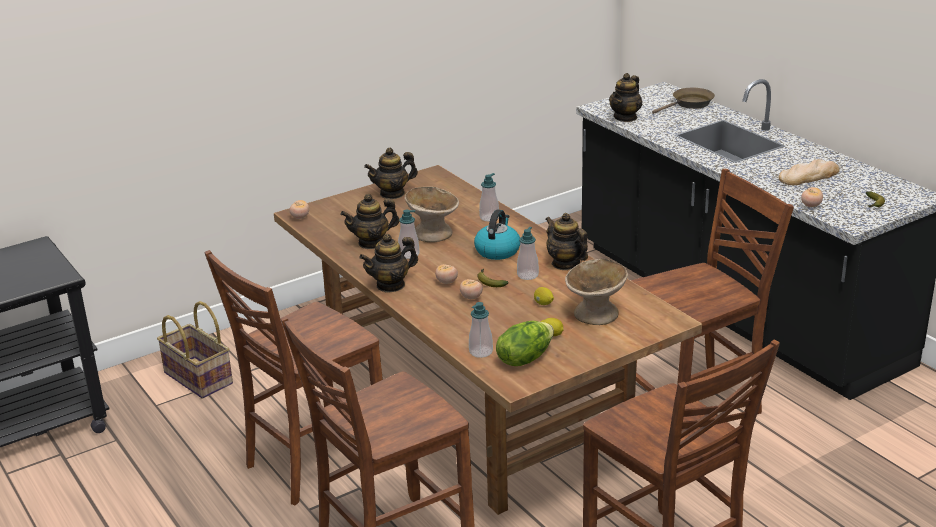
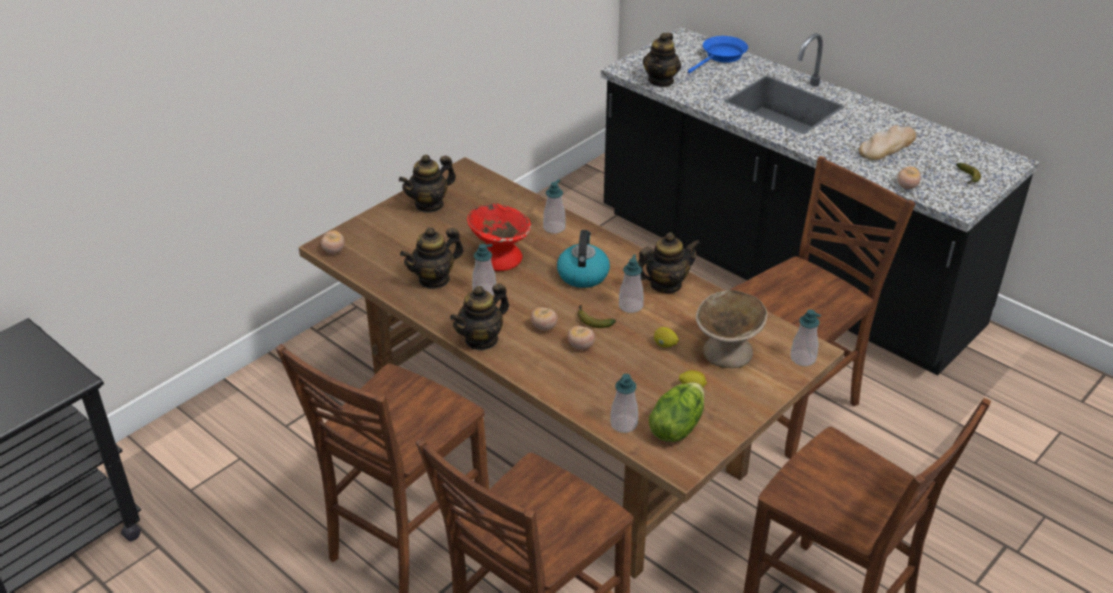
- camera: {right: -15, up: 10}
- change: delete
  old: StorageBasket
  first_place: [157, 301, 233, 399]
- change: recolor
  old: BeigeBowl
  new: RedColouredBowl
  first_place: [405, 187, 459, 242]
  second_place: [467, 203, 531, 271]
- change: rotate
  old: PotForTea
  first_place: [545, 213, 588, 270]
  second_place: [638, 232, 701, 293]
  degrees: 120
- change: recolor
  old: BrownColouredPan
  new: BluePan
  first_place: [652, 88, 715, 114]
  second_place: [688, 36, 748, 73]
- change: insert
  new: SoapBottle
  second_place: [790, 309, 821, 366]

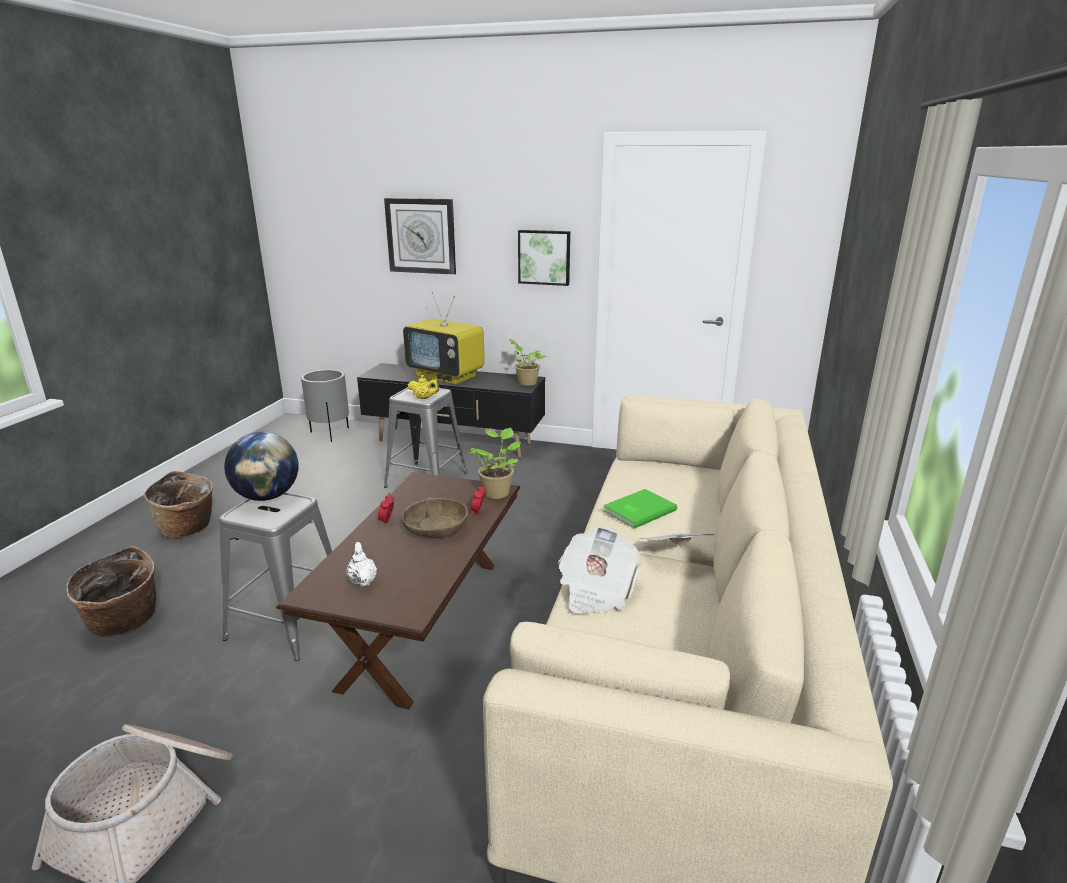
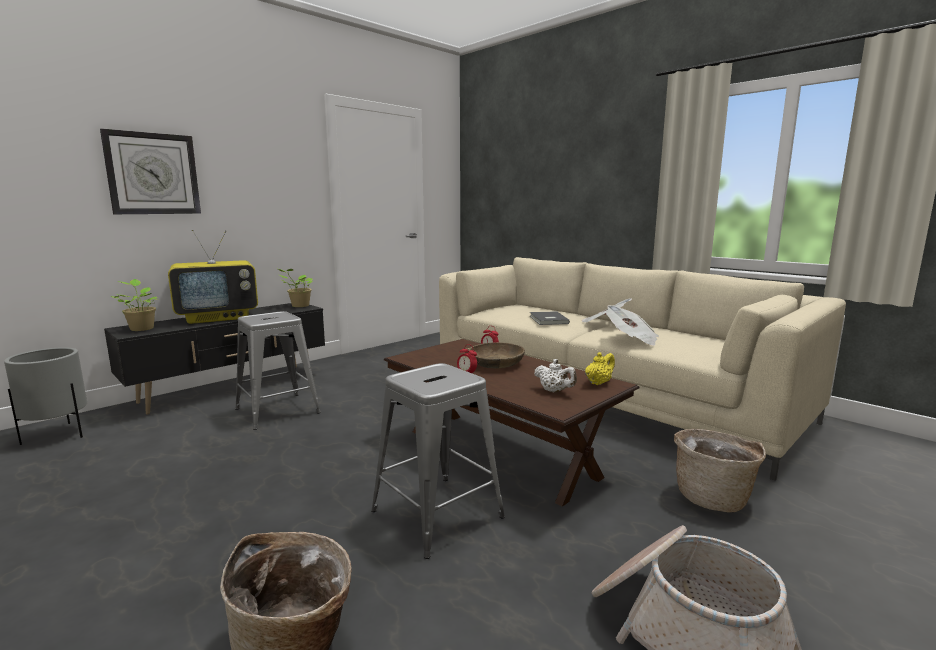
- camera: {right: -60, up: -10}
- change: move
  old: StorageBasket
  first_place: [144, 471, 213, 539]
  second_place: [674, 429, 766, 513]
- change: delete
  old: Globe
  first_place: [224, 432, 299, 501]
- change: rotate
  old: WhiteColouredPotForTea
  first_place: [346, 542, 377, 587]
  second_place: [534, 359, 577, 392]
  degrees: -150
- change: move
  old: YellowPotForTea
  first_place: [408, 375, 439, 399]
  second_place: [585, 352, 615, 385]
- change: move
  old: PottedPlant
  first_place: [469, 427, 521, 499]
  second_place: [111, 279, 157, 331]
- change: delete
  old: Picture
  first_place: [518, 230, 570, 286]
- change: recolor
  old: GreenColouredBoundBook
  new: GreyishBoundBook
  first_place: [603, 489, 677, 529]
  second_place: [530, 311, 570, 325]

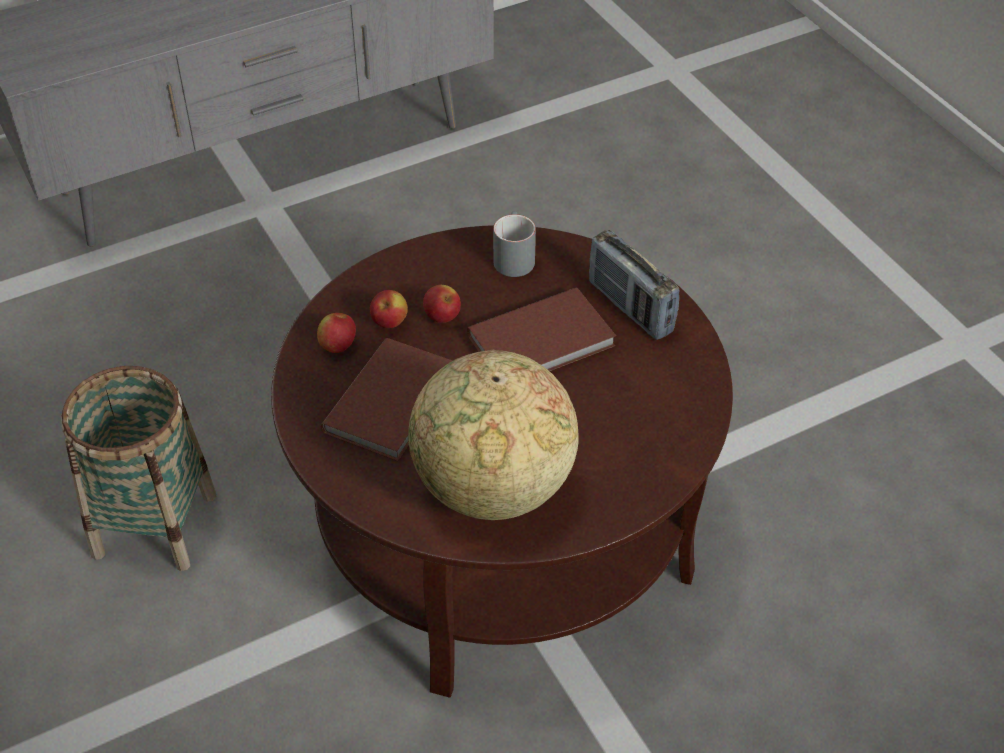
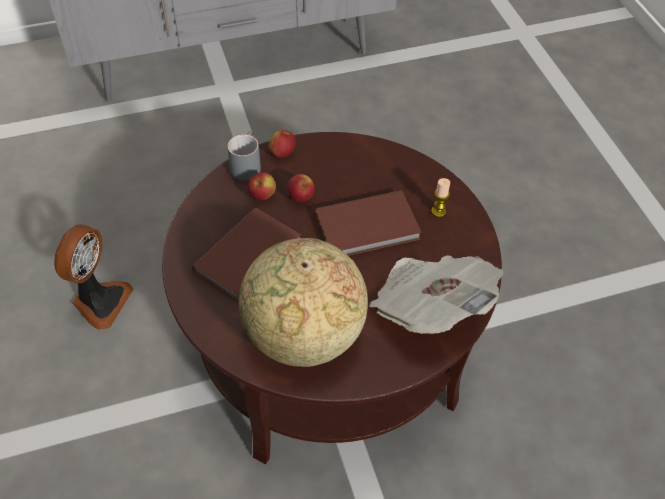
- camera: {right: 10, up: 5}
- change: replace
  old: StorageBasket
  new: CoolingFan
  first_place: [61, 366, 216, 571]
  second_place: [54, 224, 134, 330]
- change: move
  old: Apple
  first_place: [317, 313, 356, 353]
  second_place: [269, 130, 296, 158]
- change: move
  old: GreyishMug
  first_place: [493, 211, 536, 277]
  second_place: [227, 132, 261, 180]
- change: replace
  old: RadioSet
  new: WaxLight
  first_place: [589, 230, 679, 340]
  second_place: [431, 178, 450, 217]
- change: insert
  new: Newspaper
  second_place: [369, 255, 504, 334]

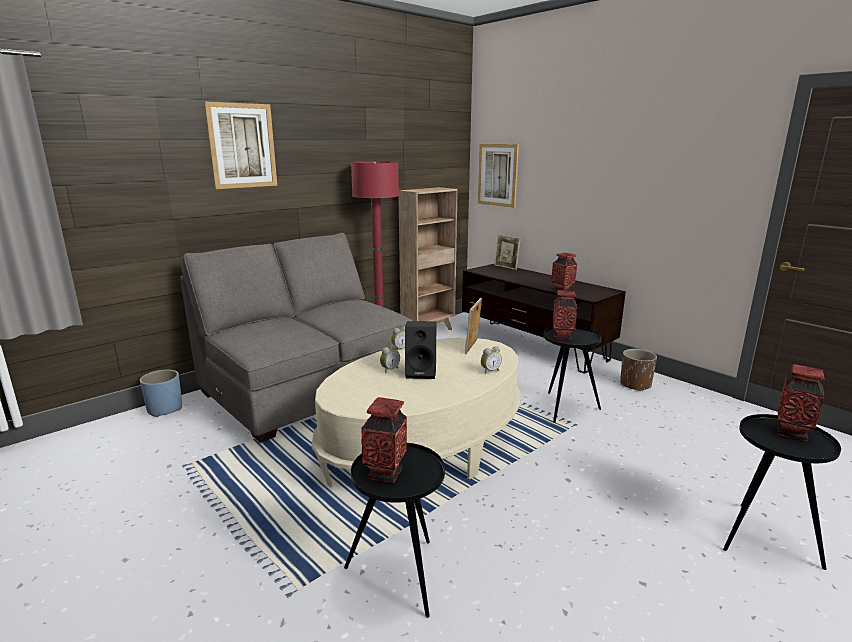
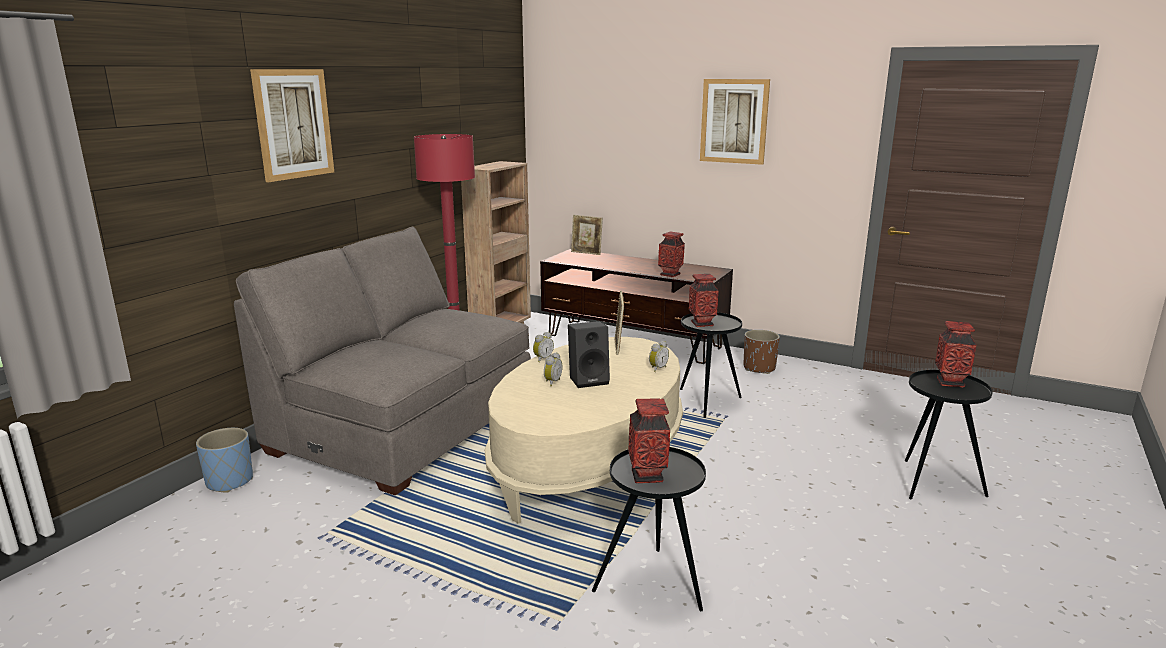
- camera: {right: -20, up: 0}
- change: move
  old: Picture
  first_place: [478, 144, 519, 208]
  second_place: [700, 79, 770, 165]

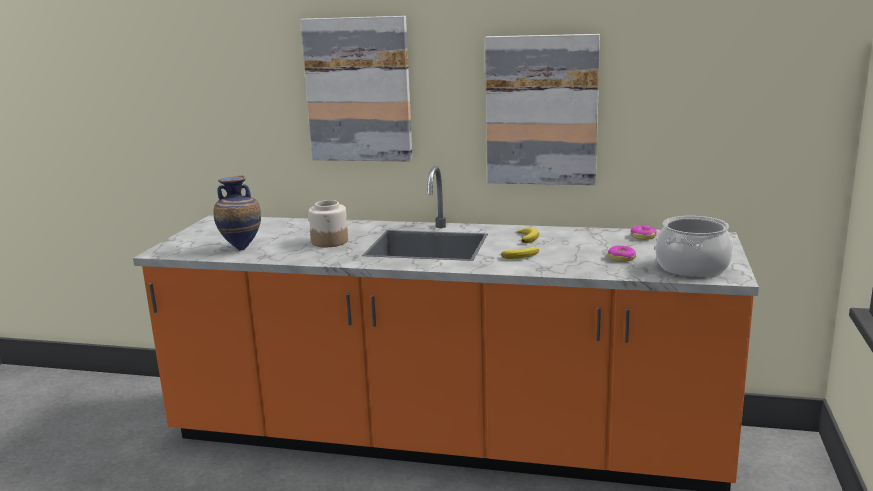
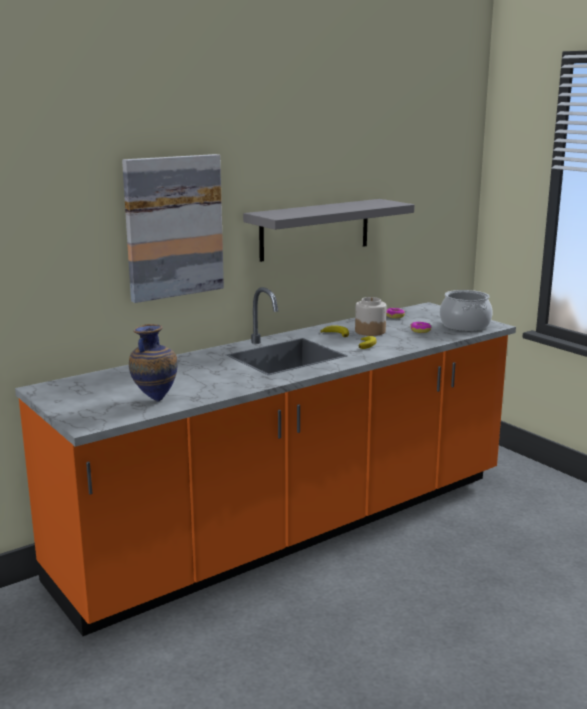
- camera: {right: -50, up: 0}
- change: move
  old: StorageJar
  first_place: [309, 200, 348, 247]
  second_place: [355, 297, 387, 336]
- change: replace
  old: Picture
  new: GreyishShelf
  first_place: [485, 34, 600, 185]
  second_place: [243, 199, 415, 262]

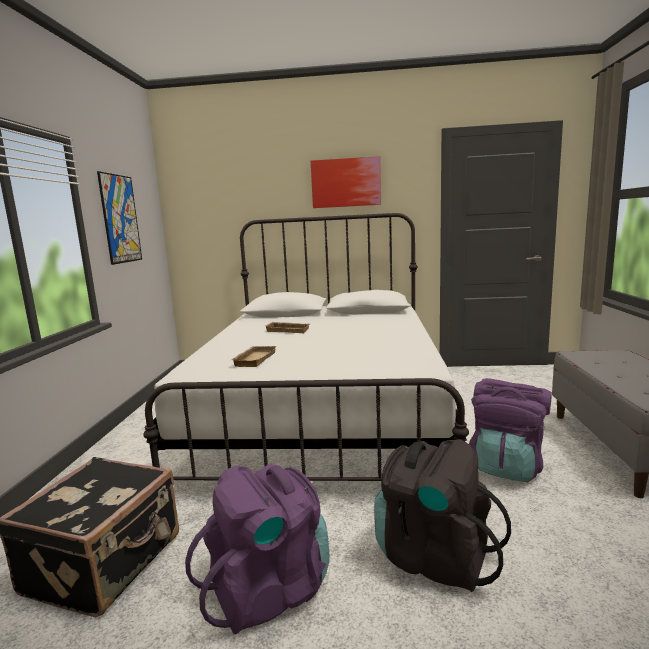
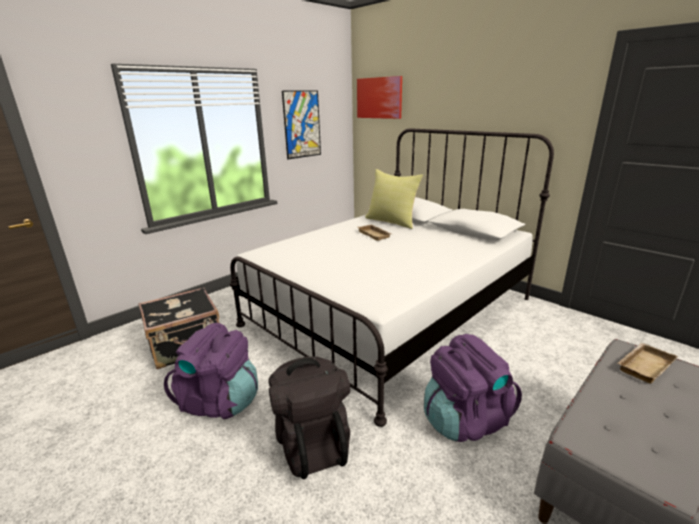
- camera: {right: 40, up: 10}
- change: move
  old: BeigeTray
  first_place: [232, 346, 276, 367]
  second_place: [618, 343, 678, 384]
- change: move
  old: Picture
  first_place: [311, 156, 381, 208]
  second_place: [357, 76, 402, 119]
- change: insert
  new: YellowCushion
  second_place: [365, 169, 423, 229]

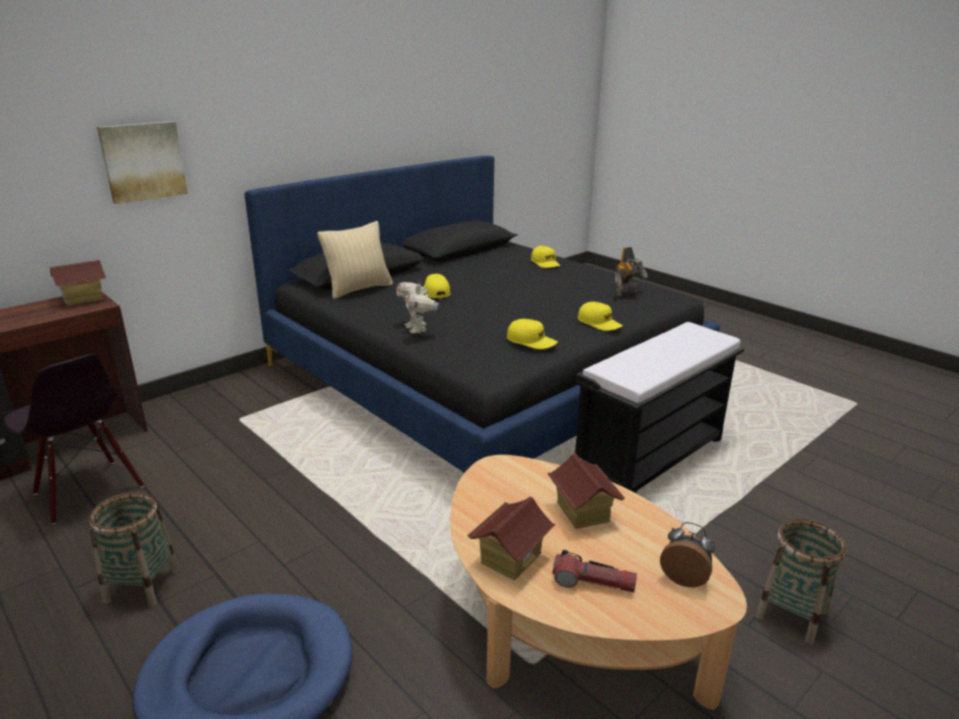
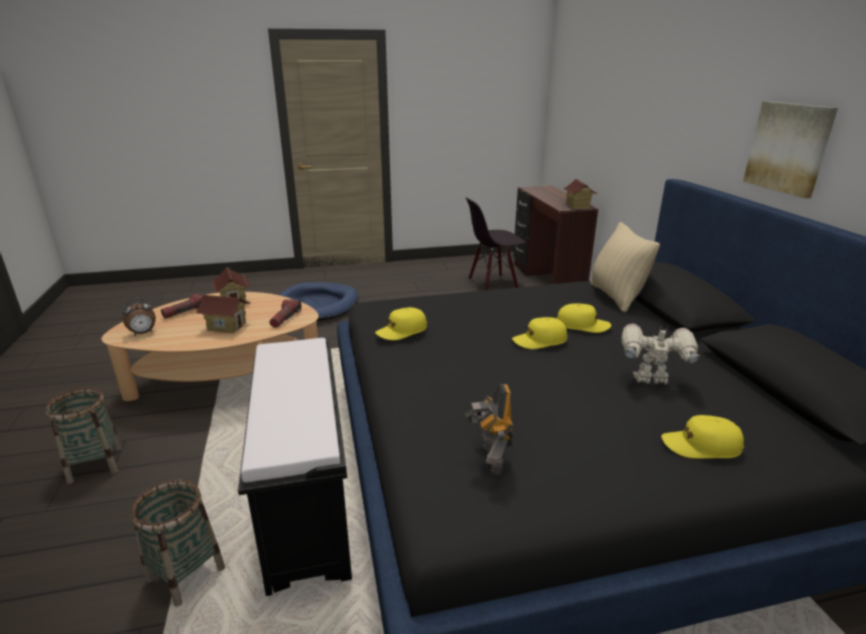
- camera: {right: 120, up: 0}
- change: move
  old: StorageBasket
  first_place: [90, 492, 179, 607]
  second_place: [131, 479, 225, 607]
- change: move
  old: Picture
  first_place: [97, 121, 188, 204]
  second_place: [743, 101, 838, 199]
- change: move
  old: RobotFigure
  first_place: [396, 281, 439, 333]
  second_place: [621, 323, 700, 384]
- change: move
  old: YellowCap
  first_place: [578, 302, 623, 331]
  second_place: [512, 317, 568, 349]
- change: insert
  new: HandTorch
  second_place: [270, 299, 302, 328]

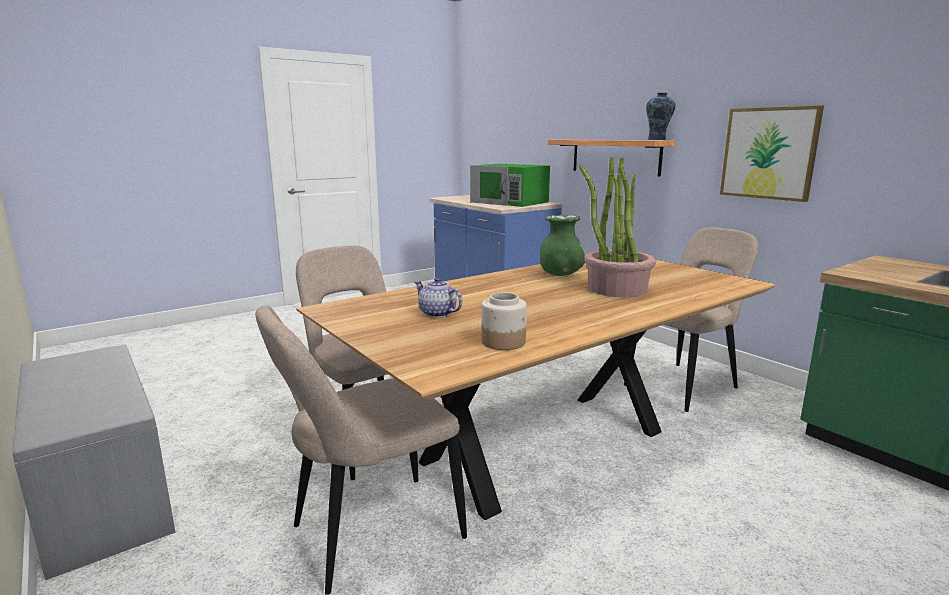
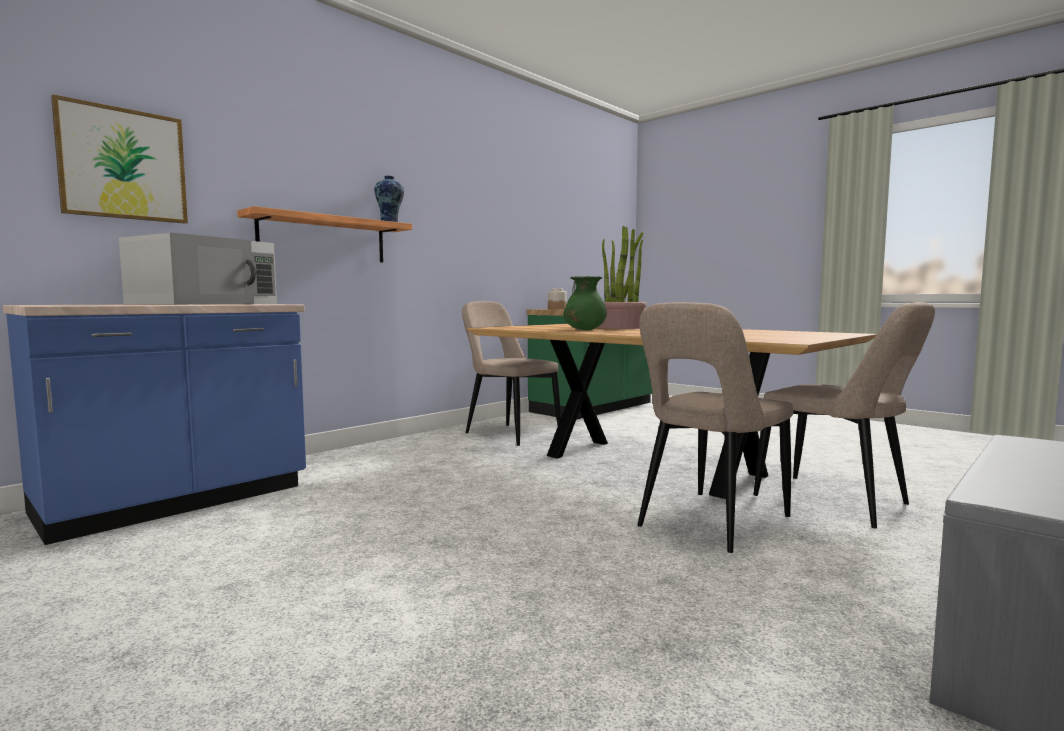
- camera: {right: -100, up: -10}
- change: delete
  old: PotForTea
  first_place: [415, 277, 462, 318]
- change: recolor
  old: GreenColouredMicrowave
  new: WhiteColouredMicrowave
  first_place: [470, 164, 550, 207]
  second_place: [119, 233, 277, 305]
- change: move
  old: StorageJar
  first_place: [482, 292, 527, 350]
  second_place: [548, 289, 567, 309]
- change: move
  old: Picture
  first_place: [720, 106, 824, 202]
  second_place: [51, 94, 188, 224]

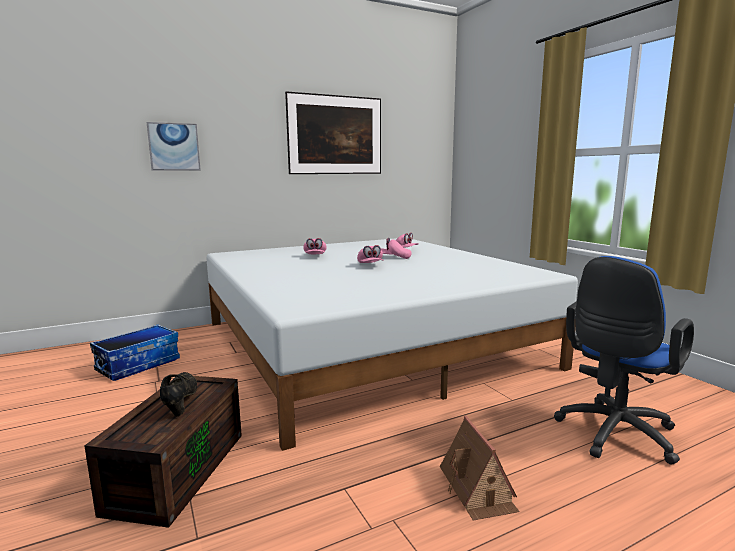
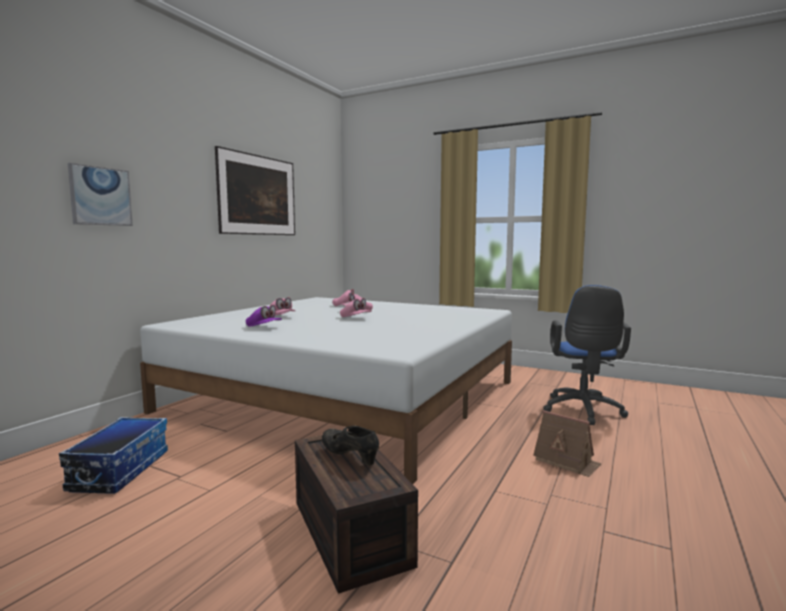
- camera: {right: -35, up: -5}
- change: insert
  new: PurpleCap
  second_place: [246, 305, 282, 327]

